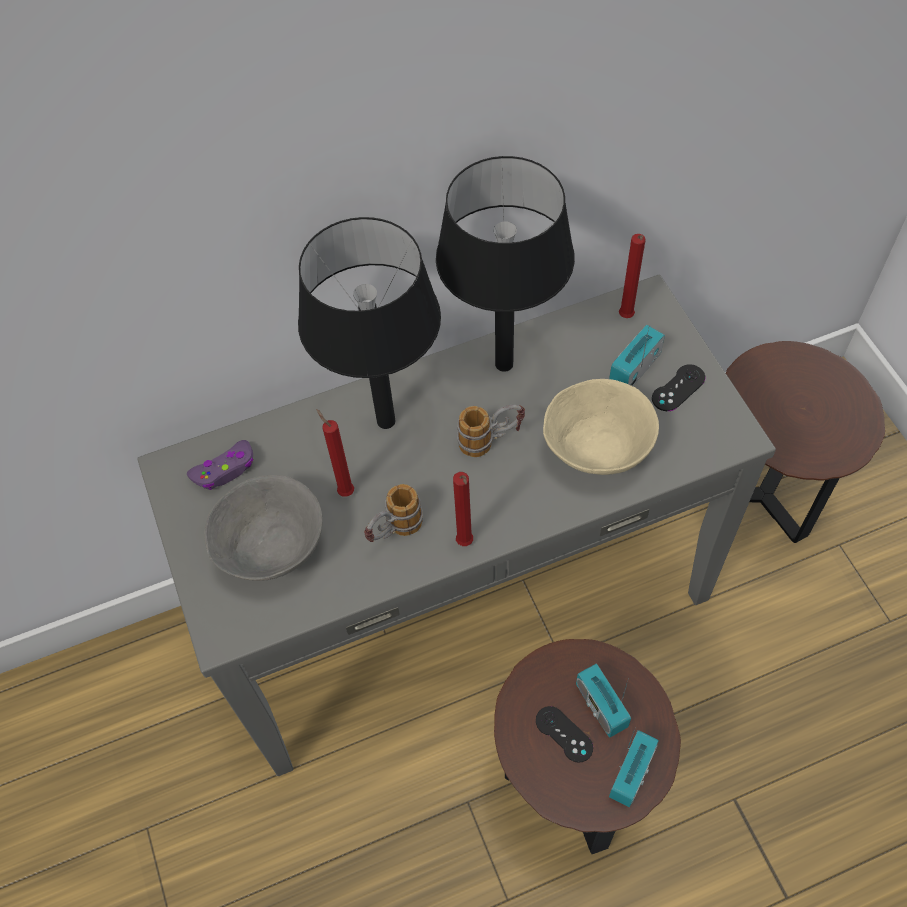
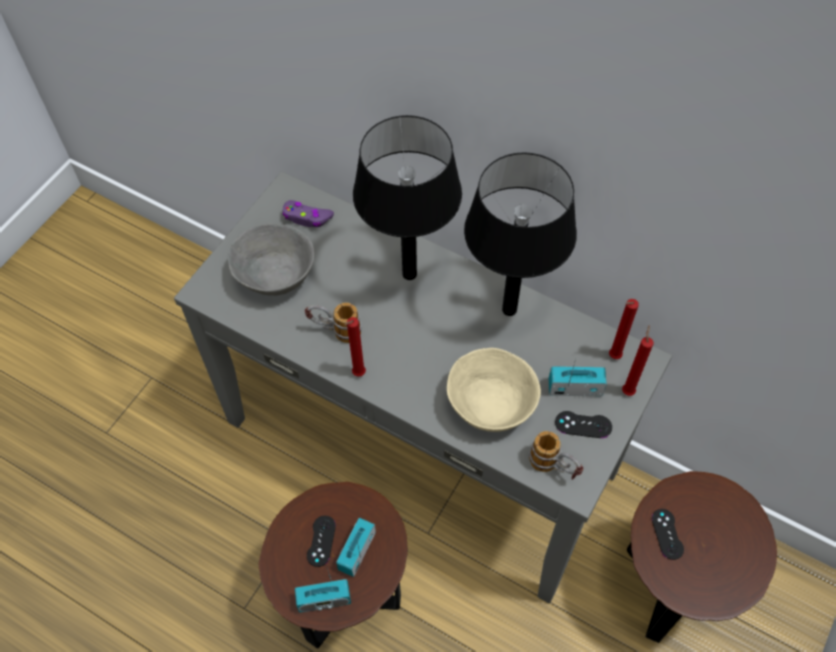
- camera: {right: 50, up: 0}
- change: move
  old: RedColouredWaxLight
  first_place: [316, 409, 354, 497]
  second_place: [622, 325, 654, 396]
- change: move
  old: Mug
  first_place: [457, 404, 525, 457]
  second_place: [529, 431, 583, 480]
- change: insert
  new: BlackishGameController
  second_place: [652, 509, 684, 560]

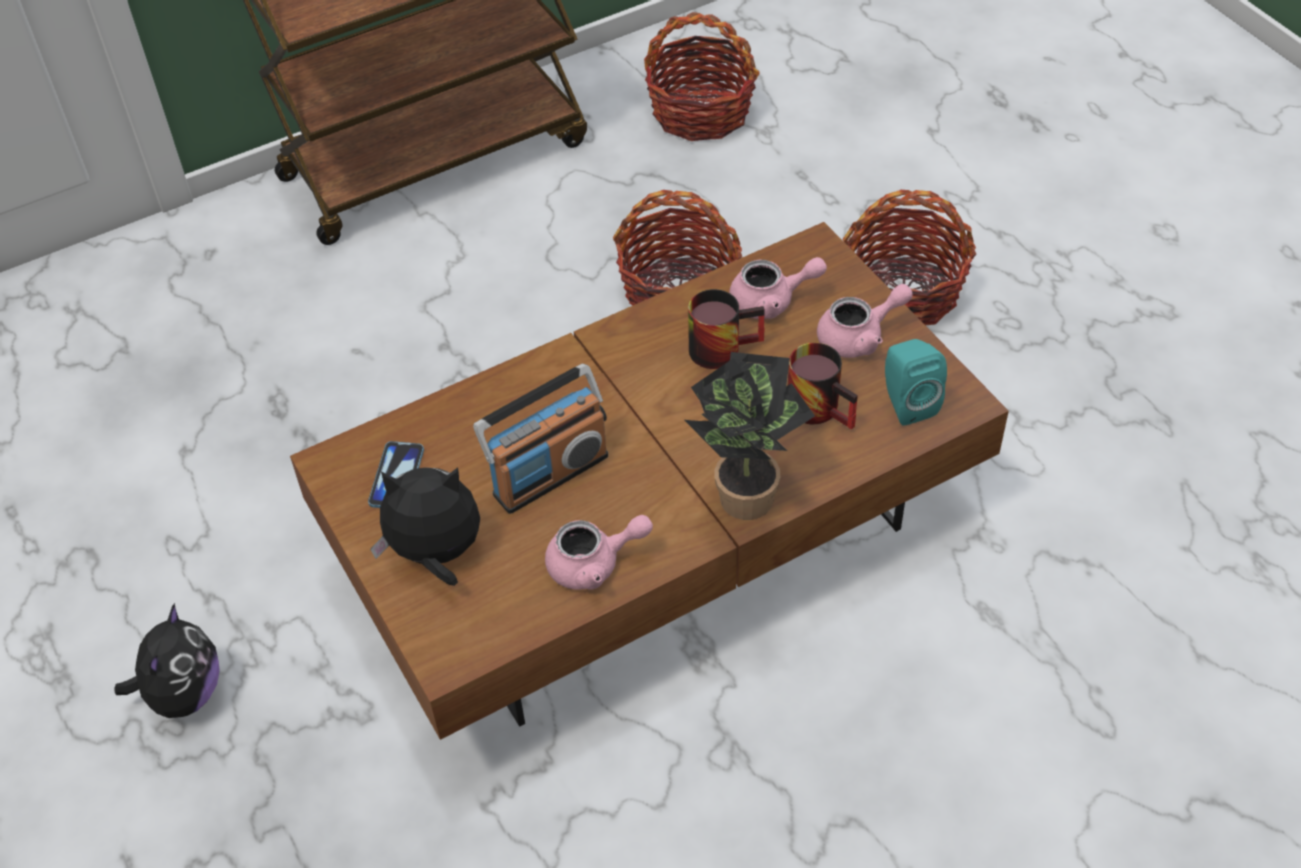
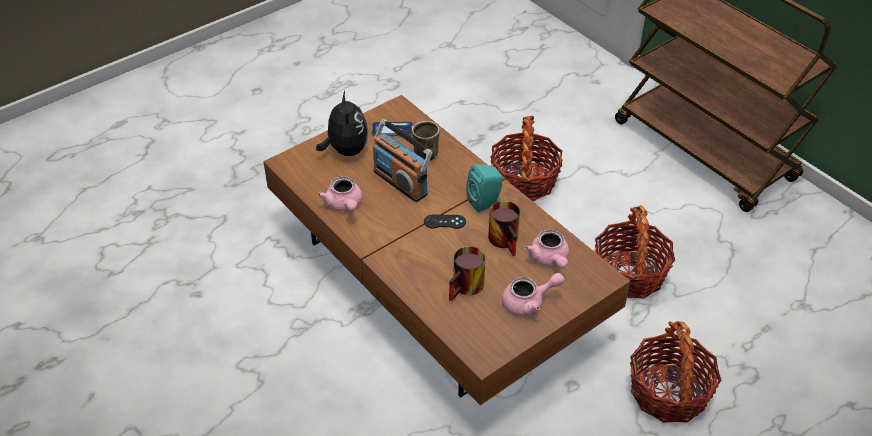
- camera: {right: 80, up: -5}
- change: delete
  old: PlushToy
  first_place: [115, 603, 220, 718]
- change: move
  old: StorageBasket
  first_place: [644, 12, 760, 141]
  second_place: [490, 116, 563, 201]
- change: delete
  old: PottedPlant
  first_place: [684, 352, 815, 520]
- change: rotate
  old: PinkishPotForTea
  first_place: [817, 284, 913, 358]
  second_place: [502, 273, 564, 316]
  degrees: -75
- change: move
  old: BlueGreenSpeaker
  first_place: [885, 339, 947, 426]
  second_place: [466, 164, 503, 212]
- change: insert
  new: Mug
  second_place: [412, 121, 439, 160]
- change: insert
  new: BlackishGameController
  second_place: [424, 215, 466, 229]

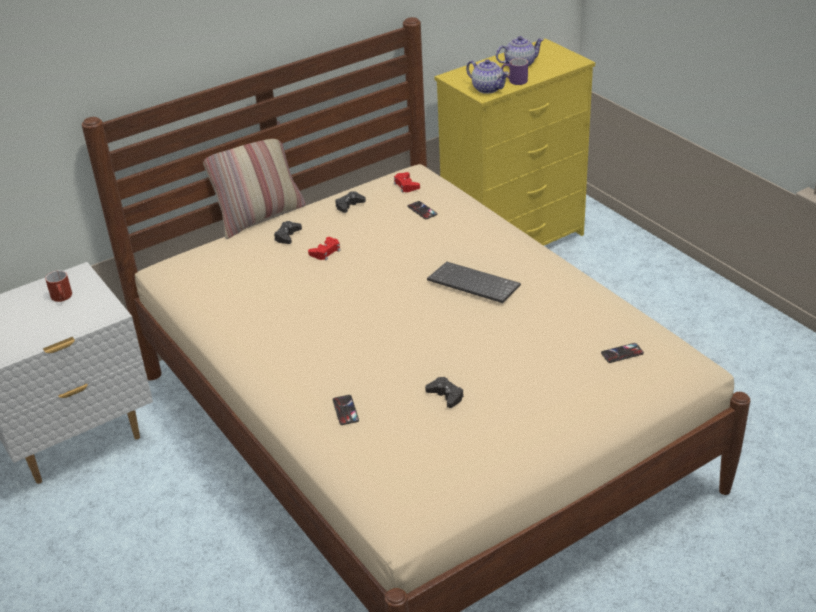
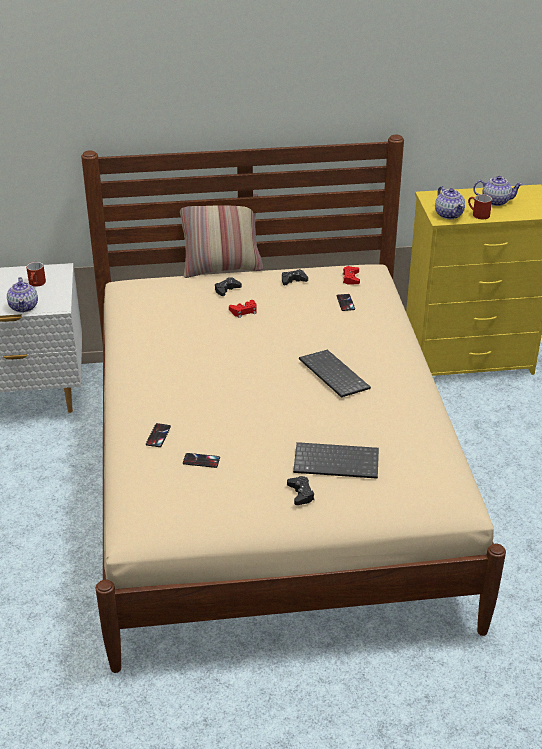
- camera: {right: 25, up: 0}
- change: move
  old: BlackishGameController
  first_place: [425, 377, 464, 408]
  second_place: [287, 476, 315, 505]
- change: recolor
  old: PurpleMug
  new: RedColouredMug
  first_place: [501, 58, 528, 85]
  second_place: [468, 194, 492, 219]
- change: move
  old: Handset
  first_place: [601, 343, 644, 363]
  second_place: [183, 453, 220, 468]
- change: insert
  new: PotForTea
  second_place: [7, 277, 38, 313]
- change: insert
  new: Keyboard
  second_place: [293, 442, 379, 479]

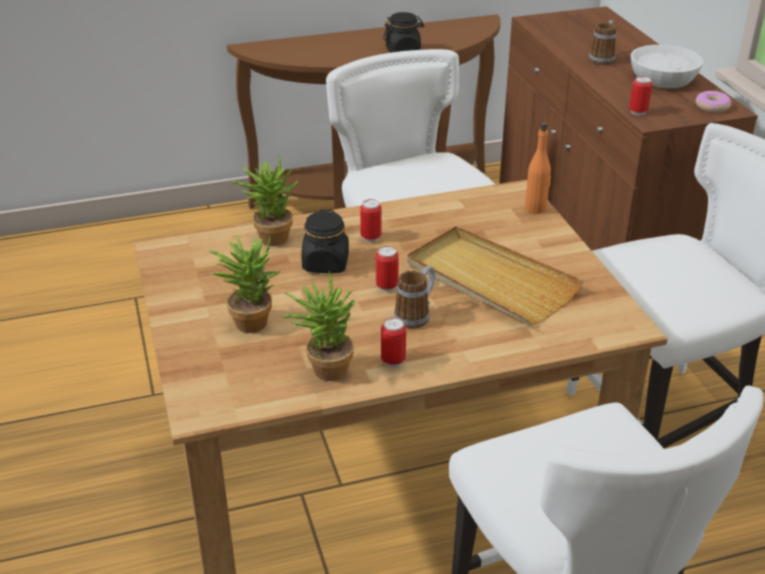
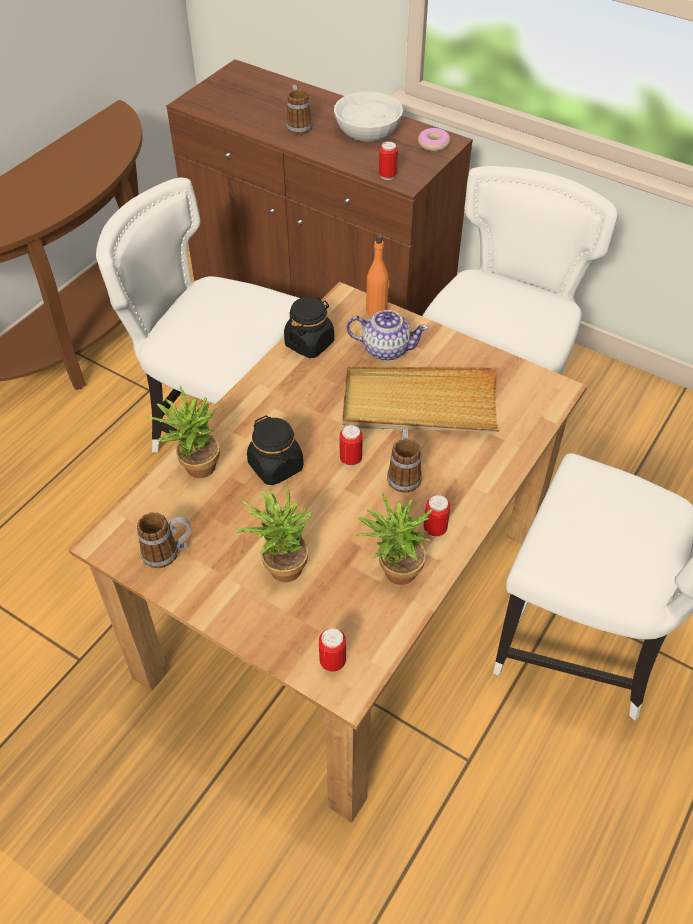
- camera: {right: -40, up: 15}
- change: move
  old: Can
  first_place: [360, 199, 382, 242]
  second_place: [319, 628, 346, 671]
- change: move
  old: BlackishStorageJar
  first_place: [383, 12, 424, 53]
  second_place: [284, 297, 334, 358]
- change: insert
  new: Mug
  second_place: [137, 512, 191, 568]
- change: insert
  new: PotForTea
  second_place: [346, 310, 429, 361]

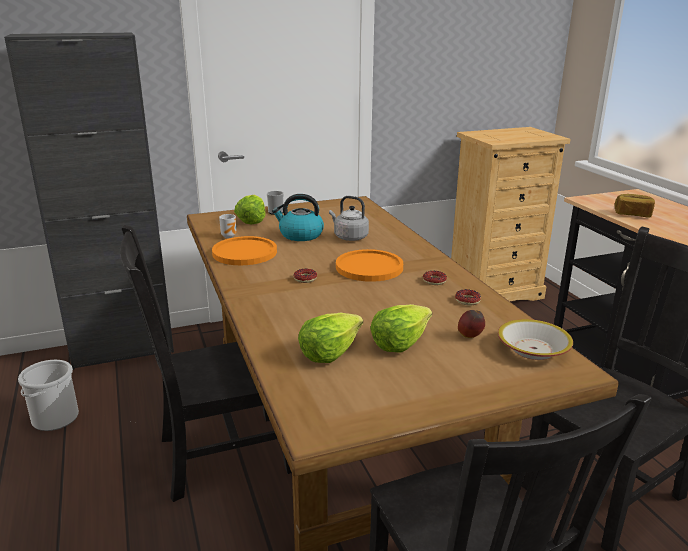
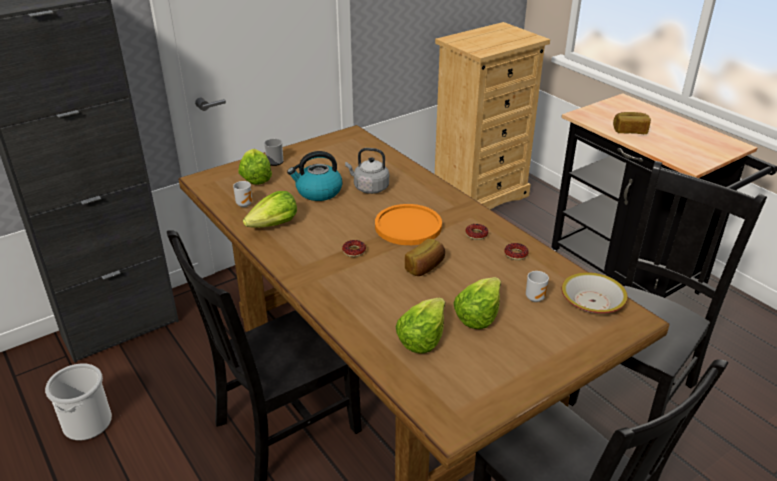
- camera: {right: -15, up: 10}
- change: replace
  old: OrangeyFlatDish
  new: HeadOfLettuce
  first_place: [212, 236, 277, 265]
  second_place: [243, 191, 297, 228]
- change: replace
  old: Apple
  new: Mug
  first_place: [458, 310, 485, 338]
  second_place: [526, 271, 549, 302]
- change: insert
  new: Bread
  second_place: [405, 239, 445, 276]

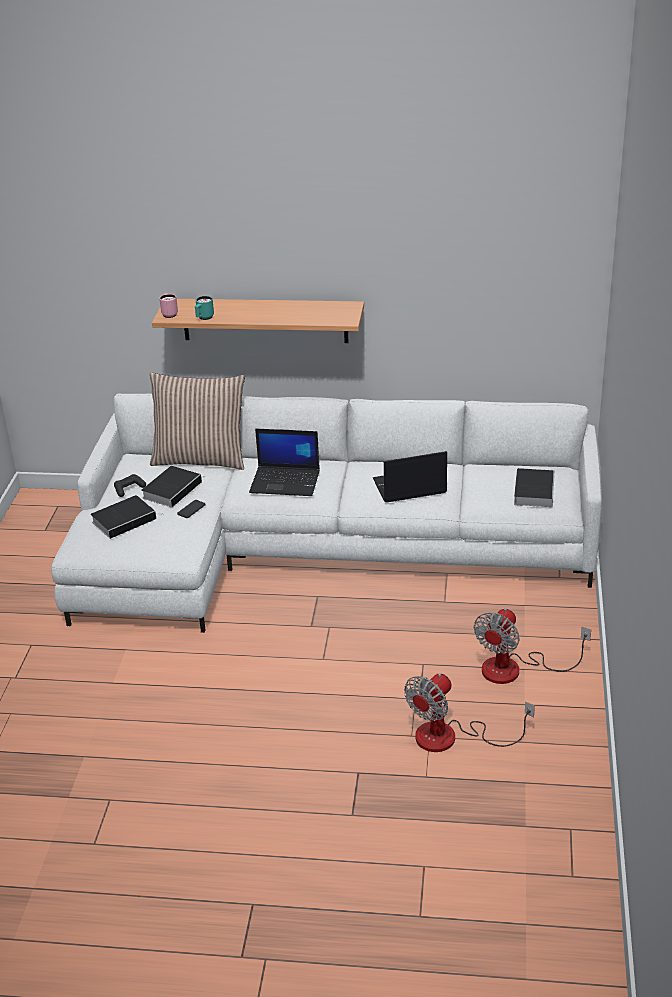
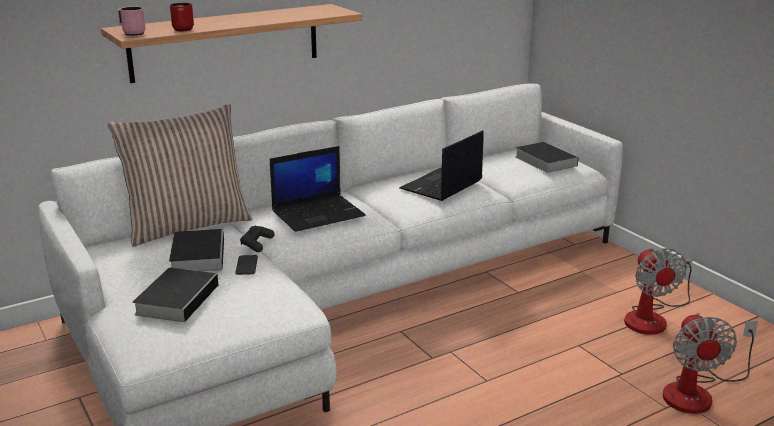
- camera: {right: -40, up: -10}
- change: move
  old: BlackishGameController
  first_place: [114, 474, 146, 497]
  second_place: [240, 226, 275, 252]
- change: recolor
  old: BlueGreenMug
  new: RedColouredMug
  first_place: [195, 296, 214, 320]
  second_place: [170, 3, 194, 31]

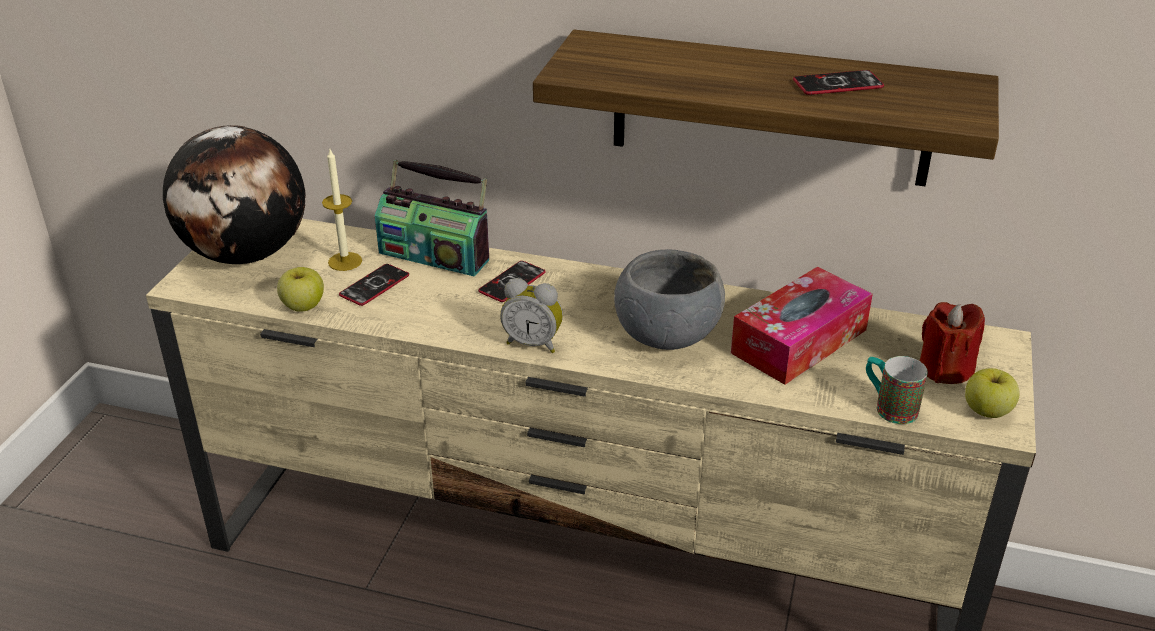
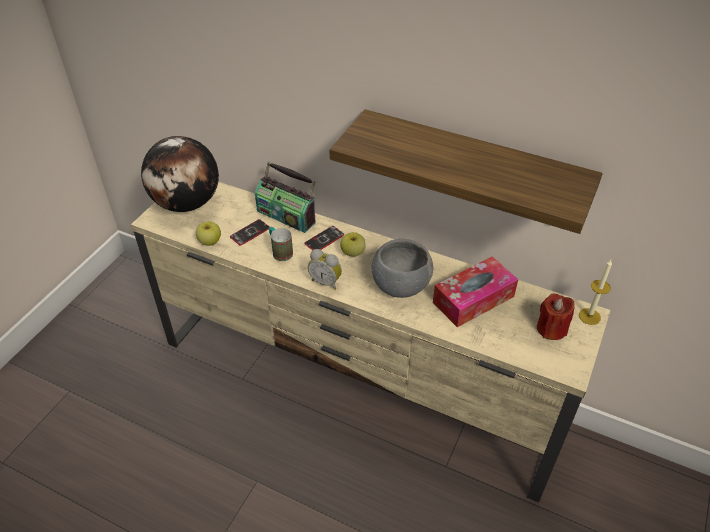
- camera: {right: 10, up: 10}
- change: move
  old: WaxLight
  first_place: [322, 149, 362, 271]
  second_place: [579, 260, 612, 325]
- change: delete
  old: Handset
  first_place: [793, 70, 884, 95]
- change: move
  old: Mug
  first_place: [866, 356, 928, 424]
  second_place: [269, 227, 293, 261]
- change: move
  old: Apple
  first_place: [965, 368, 1020, 418]
  second_place: [340, 232, 366, 257]

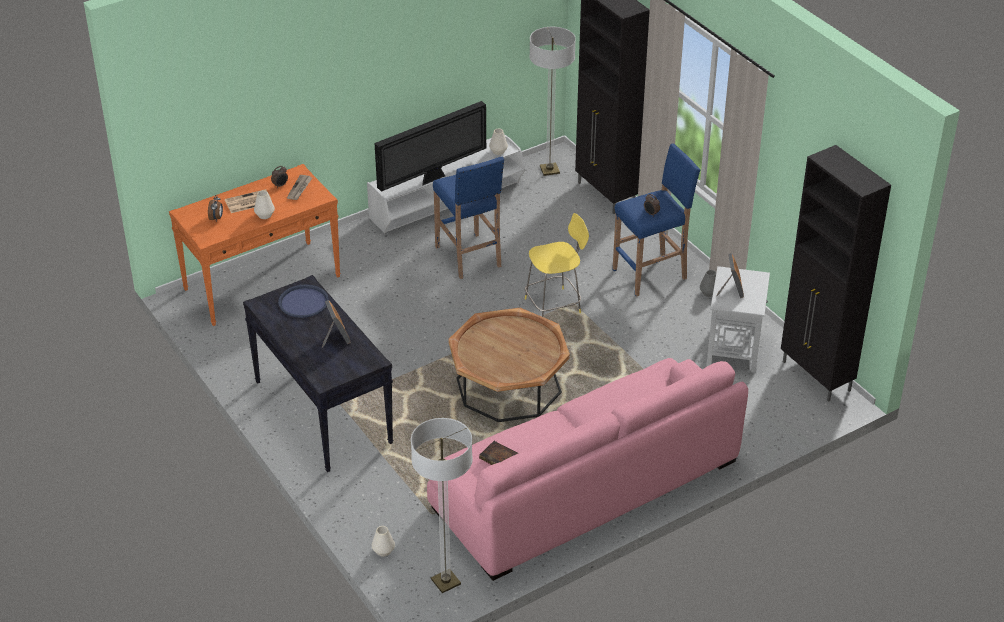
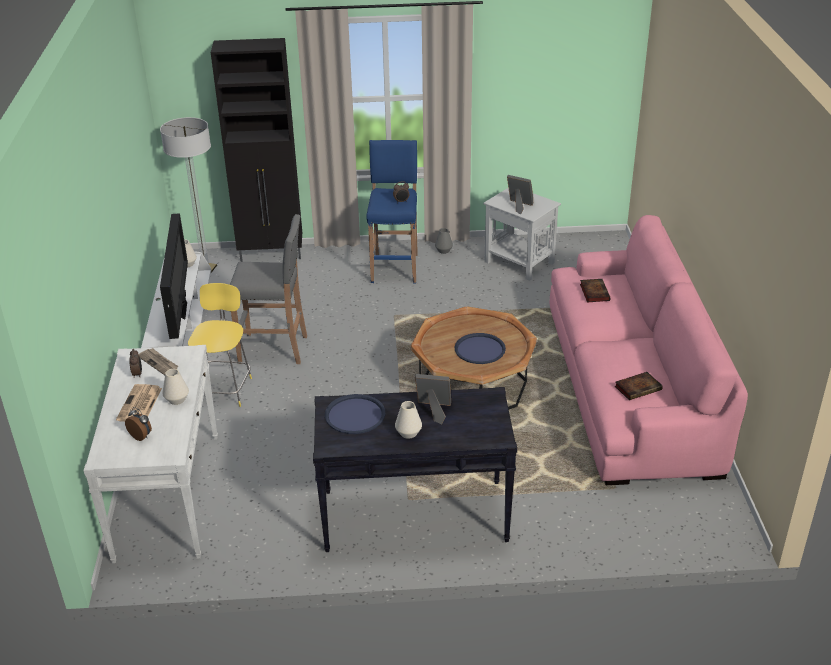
- camera: {right: -60, up: -5}
- change: recolor
  old: OrangeyNarrowTable
  new: WhiteColouredNarrowTable
  first_place: [169, 164, 341, 326]
  second_place: [83, 345, 218, 563]
- change: move
  old: WhiteColouredFlowerVase
  first_place: [372, 526, 395, 557]
  second_place: [395, 401, 422, 439]
- change: delete
  old: FloorLamp
  first_place: [411, 418, 473, 593]
- change: recolor
  old: BlueStoolSeat
  new: GreyishStoolSeat
  first_place: [433, 156, 504, 279]
  second_place: [230, 214, 307, 364]
- change: move
  old: YellowStoolSeat
  first_place: [525, 213, 589, 317]
  second_place: [188, 283, 252, 407]
- change: delete
  old: BlackishCabinet
  first_place: [781, 145, 891, 402]
- change: insert
  new: BlueTray
  second_place: [455, 333, 506, 364]
- change: insert
  new: BoundBook
  second_place: [580, 279, 611, 302]

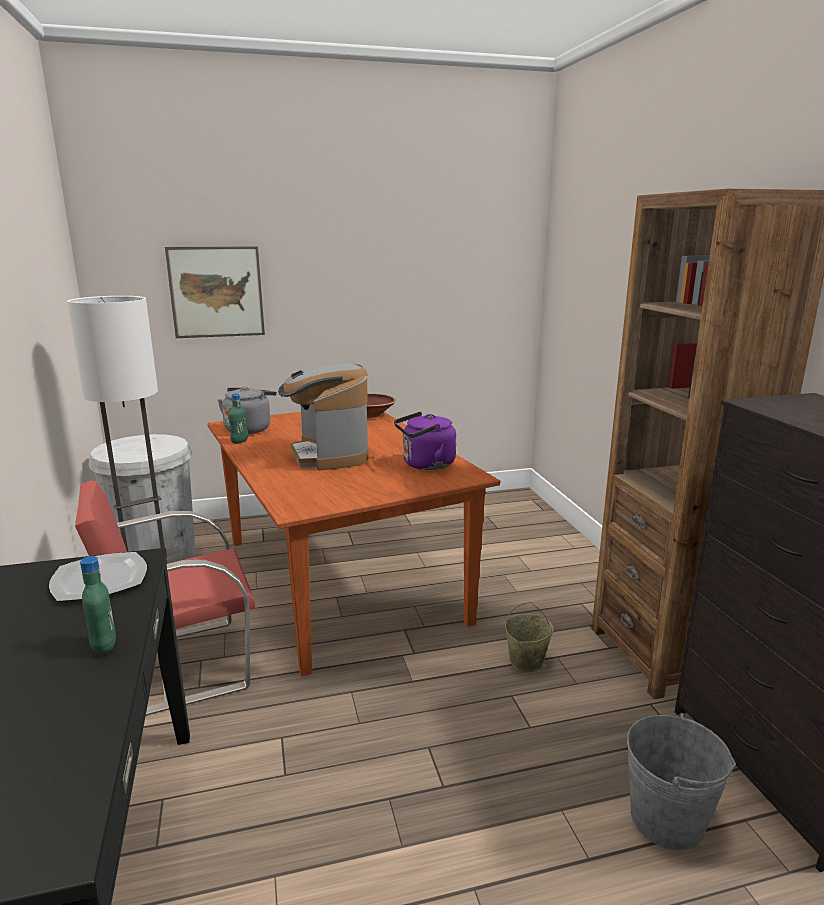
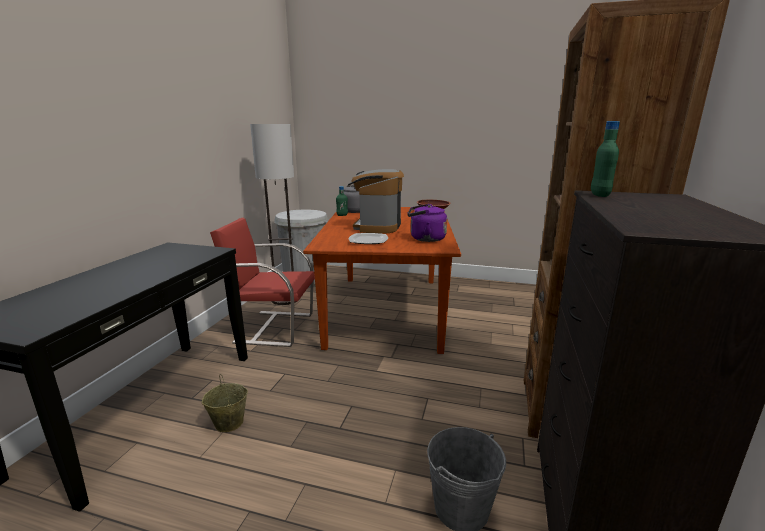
- camera: {right: 30, up: 0}
- change: move
  old: FlatDish
  first_place: [49, 552, 147, 601]
  second_place: [349, 233, 388, 244]
- change: move
  old: GreenColouredBeverageBottle
  first_place: [80, 556, 116, 655]
  second_place: [591, 121, 620, 197]
- change: delete
  old: Picture
  first_place: [165, 246, 265, 338]
- change: move
  old: BeigeWaterBucket
  first_place: [505, 602, 554, 672]
  second_place: [202, 374, 248, 432]

